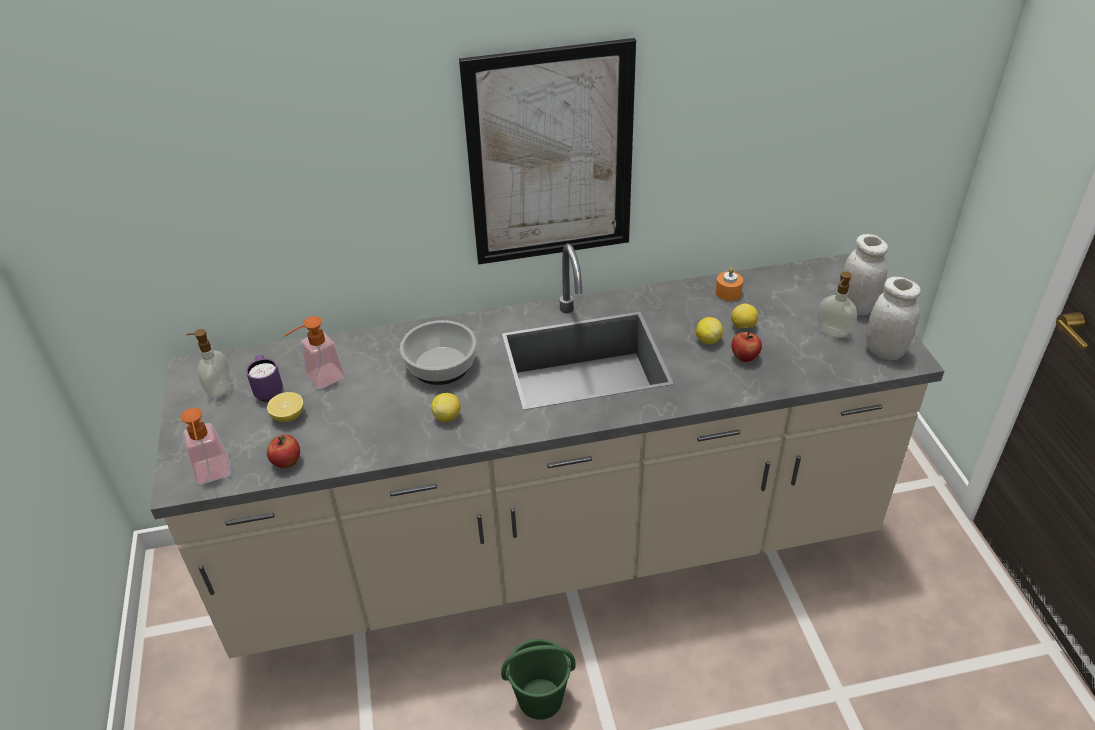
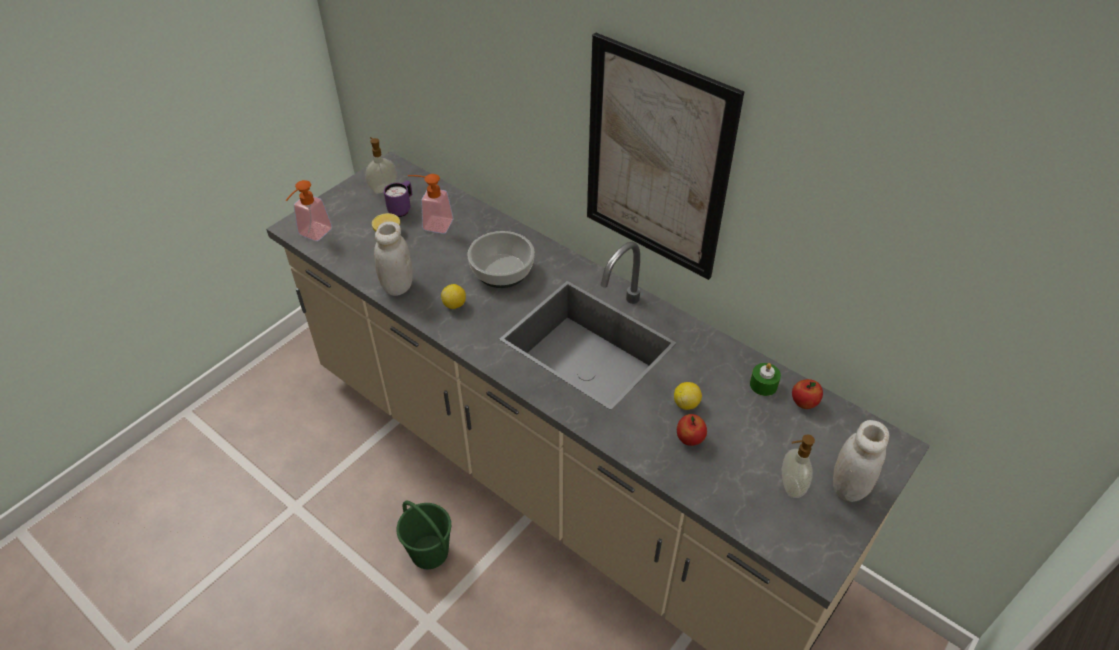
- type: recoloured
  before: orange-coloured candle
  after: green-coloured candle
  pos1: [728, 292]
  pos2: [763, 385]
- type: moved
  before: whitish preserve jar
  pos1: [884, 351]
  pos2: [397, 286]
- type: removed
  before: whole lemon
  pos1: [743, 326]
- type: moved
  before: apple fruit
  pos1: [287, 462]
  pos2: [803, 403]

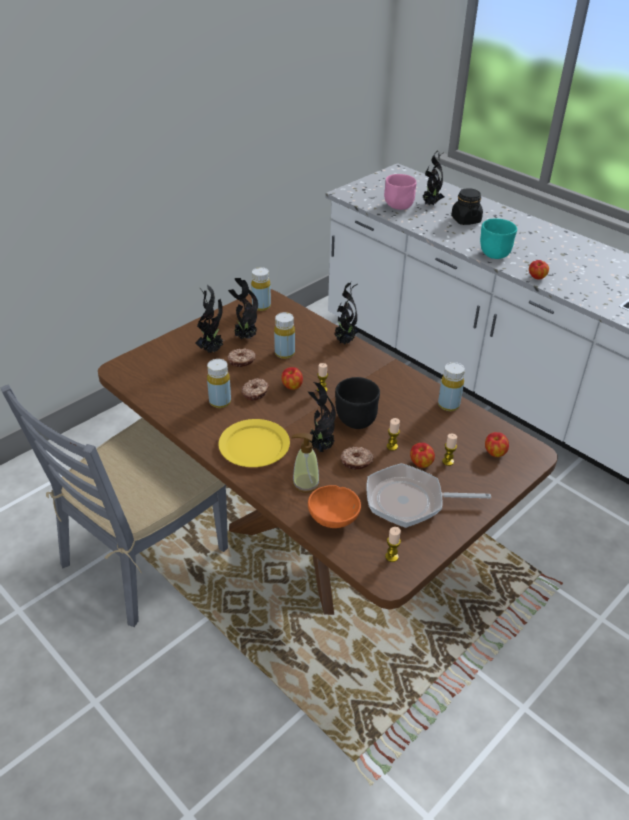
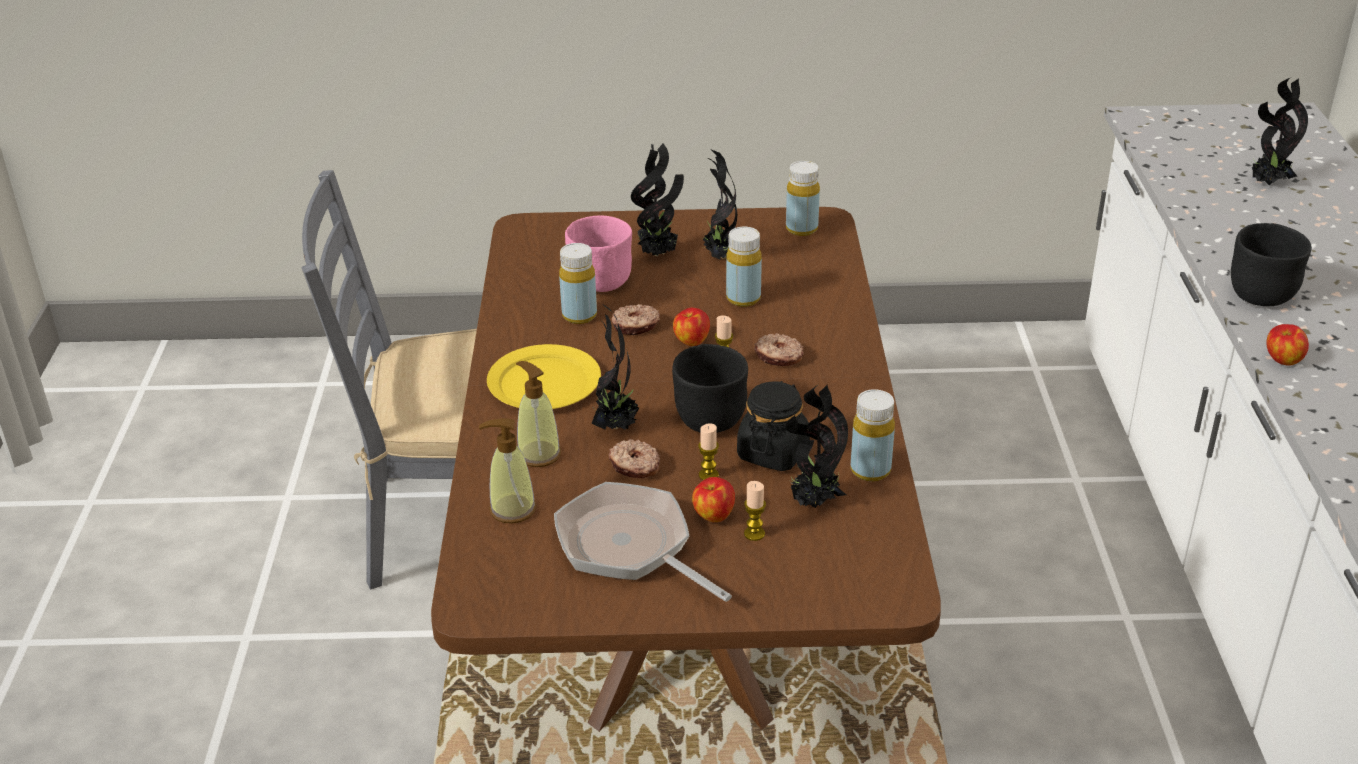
- type: moved
  before: pink bowl
  pos1: [398, 207]
  pos2: [600, 283]
- type: moved
  before: black preserve jar
  pos1: [465, 220]
  pos2: [773, 452]
- type: recoloured
  before: blue-green bowl
  after: black bowl
  pos1: [494, 254]
  pos2: [1259, 296]
- type: moved
  before: potted plant
  pos1: [345, 342]
  pos2: [813, 502]
- type: moved
  before: doughnut
  pos1: [241, 361]
  pos2: [779, 357]
- type: removed
  before: apple fruit
  pos1: [494, 453]
- type: replaced
  before: orange-coloured bowl
  after: soap bottle
  pos1: [334, 518]
  pos2: [512, 509]
- type: removed
  before: candle
  pos1: [391, 556]

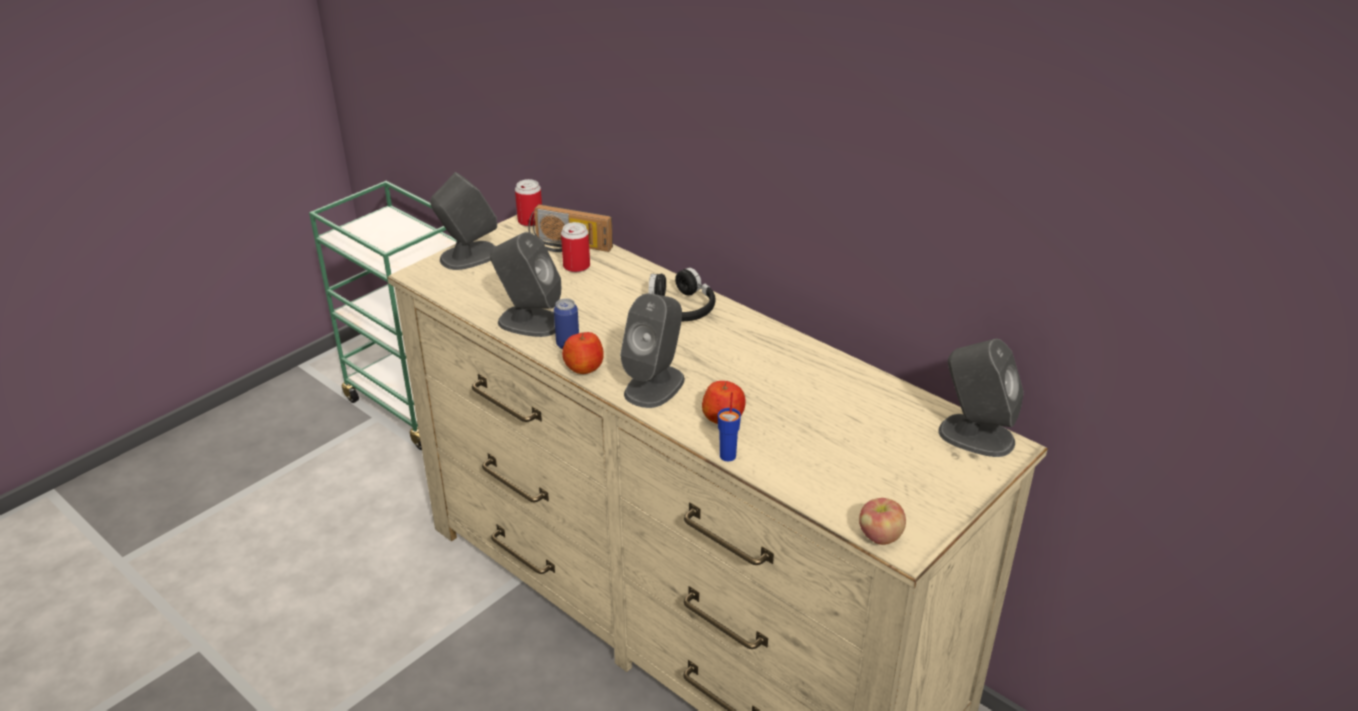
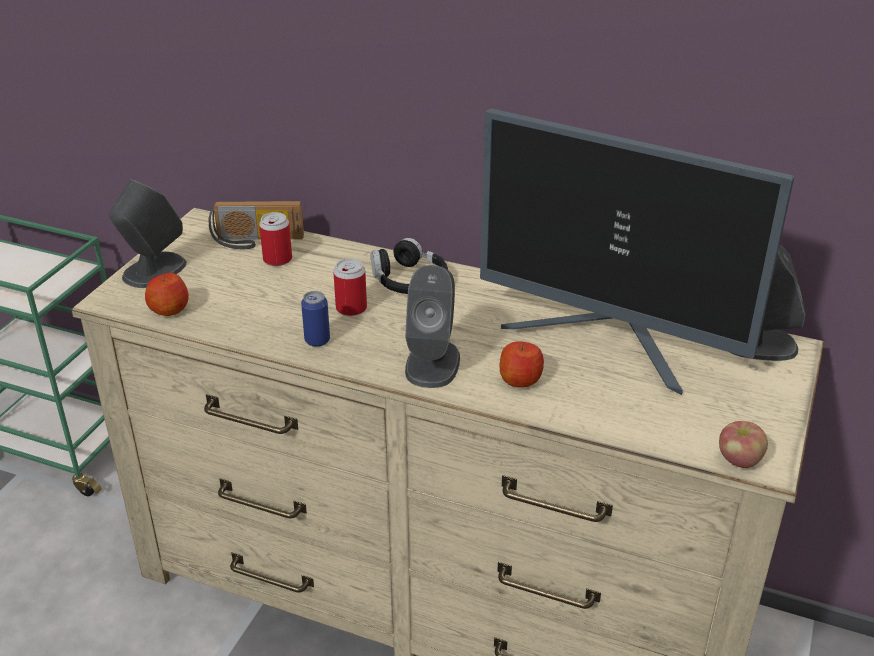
- type: moved
  before: sealed can
  pos1: [530, 221]
  pos2: [351, 308]
- type: removed
  before: greyish speaker
  pos1: [529, 322]
- type: moved
  before: apple fruit
  pos1: [584, 367]
  pos2: [169, 309]
- type: removed
  before: blue drinking cup
  pos1: [728, 455]
- type: added
  after: computer screen
  pos2: [610, 342]

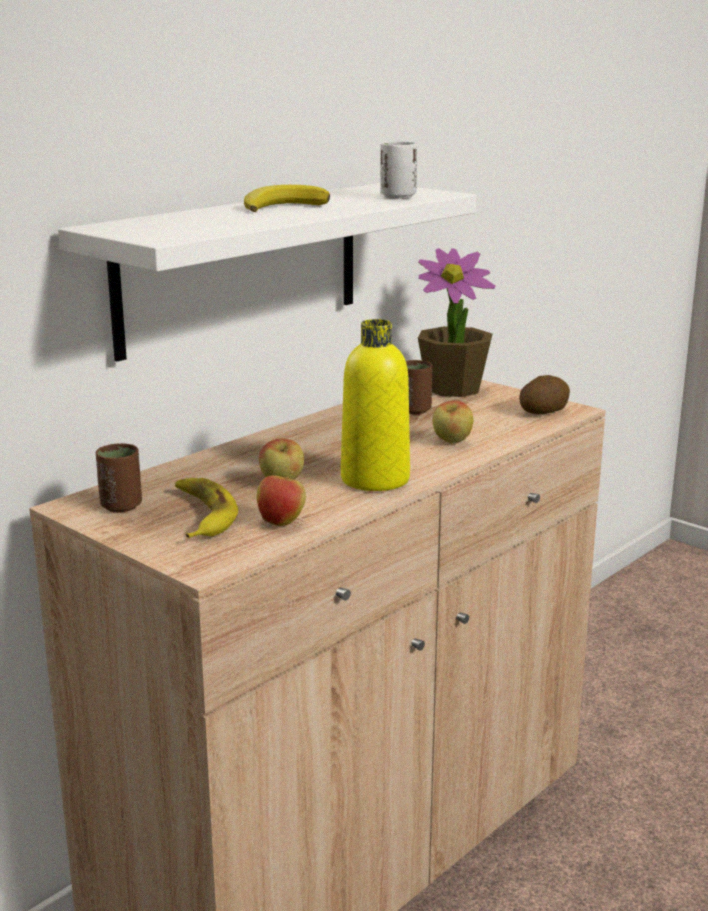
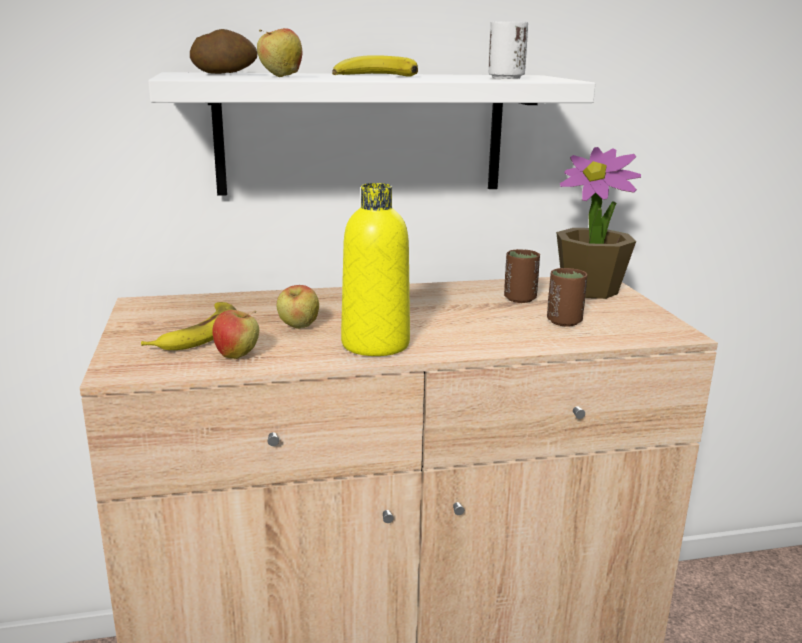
- type: moved
  before: potato
  pos1: [544, 411]
  pos2: [225, 74]
- type: moved
  before: apple fruit
  pos1: [452, 442]
  pos2: [280, 77]
- type: moved
  before: brown-coloured drinking cup
  pos1: [121, 506]
  pos2: [564, 321]

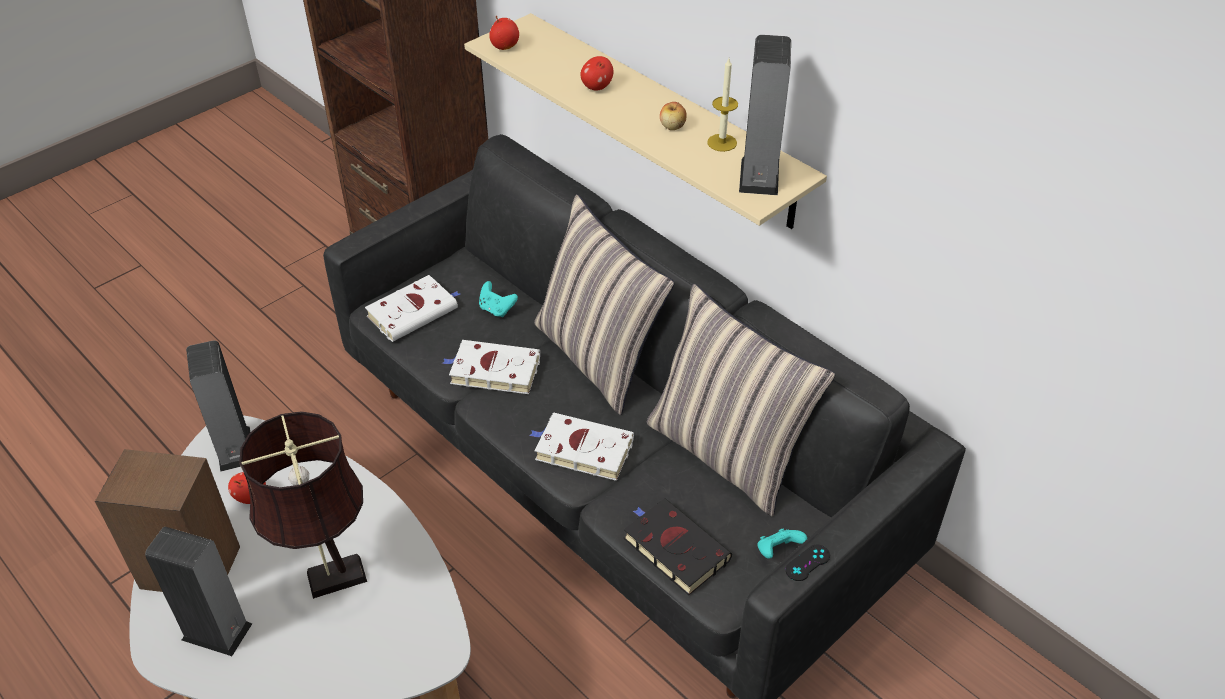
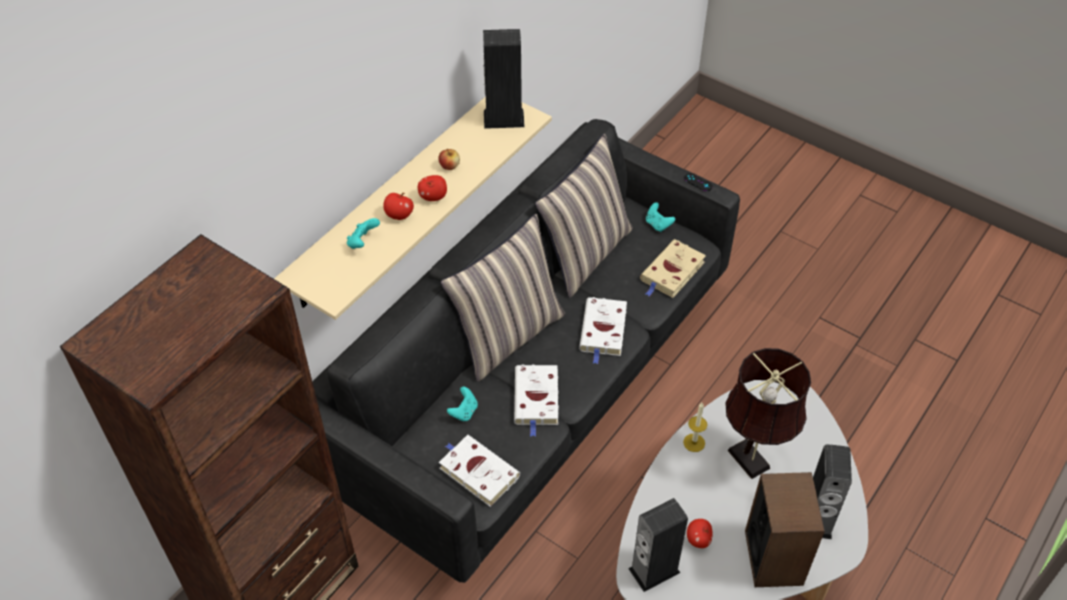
- type: moved
  before: apple fruit
  pos1: [505, 47]
  pos2: [433, 197]
- type: moved
  before: candle
  pos1: [722, 142]
  pos2: [694, 442]
- type: recoloured
  before: black book
  after: beige-coloured book
  pos1: [673, 548]
  pos2: [671, 273]
- type: added
  after: blue-green joypad
  pos2: [363, 242]

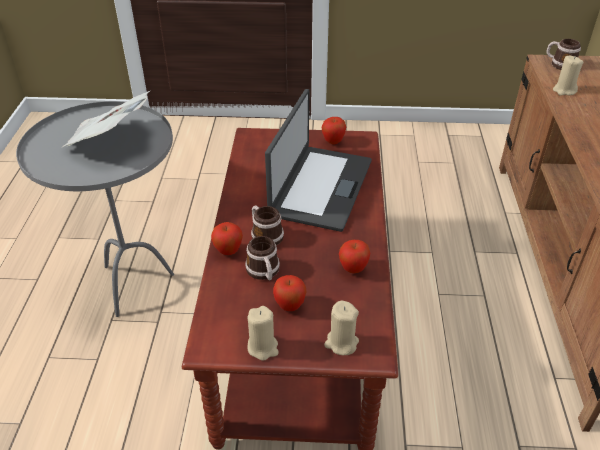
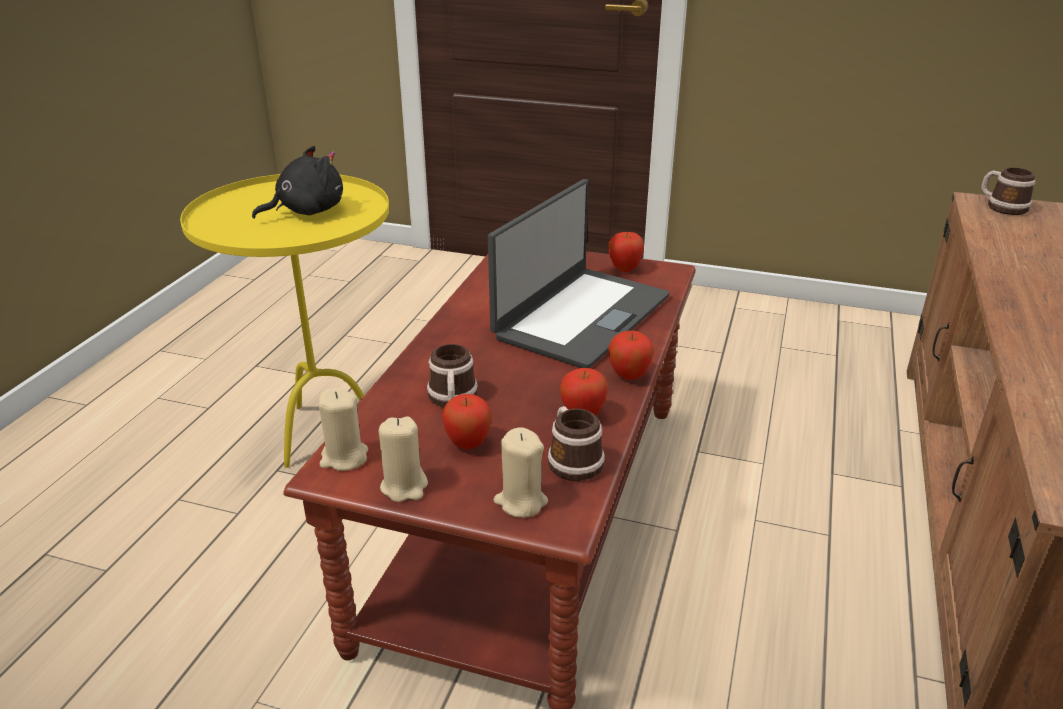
- type: moved
  before: beige-coloured candle
  pos1: [564, 90]
  pos2: [344, 458]
- type: replaced
  before: newspaper
  after: black soft toy
  pos1: [110, 140]
  pos2: [306, 211]
- type: recoloured
  before: greyish end table
  after: yellow-coloured end table
  pos1: [132, 285]
  pos2: [321, 433]
- type: moved
  before: mug
  pos1: [264, 234]
  pos2: [572, 460]
- type: moved
  before: apple fruit
  pos1: [228, 251]
  pos2: [629, 376]

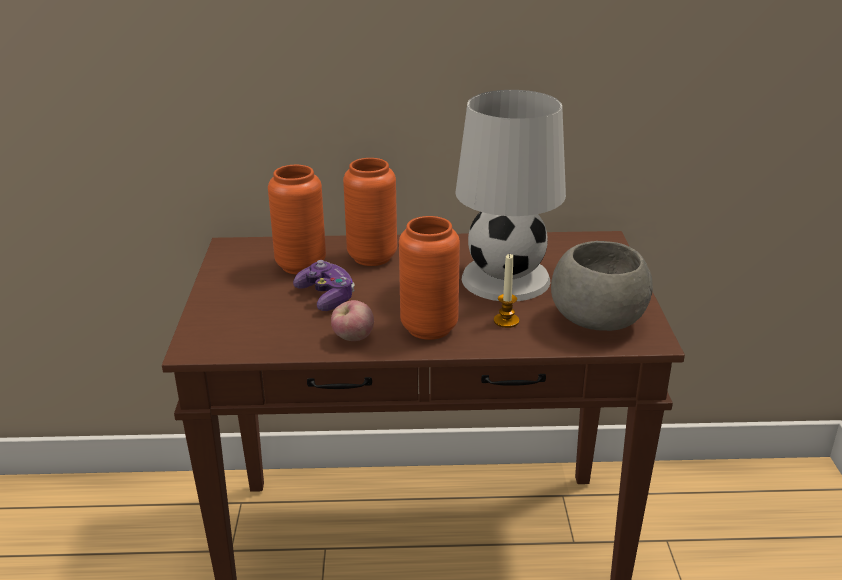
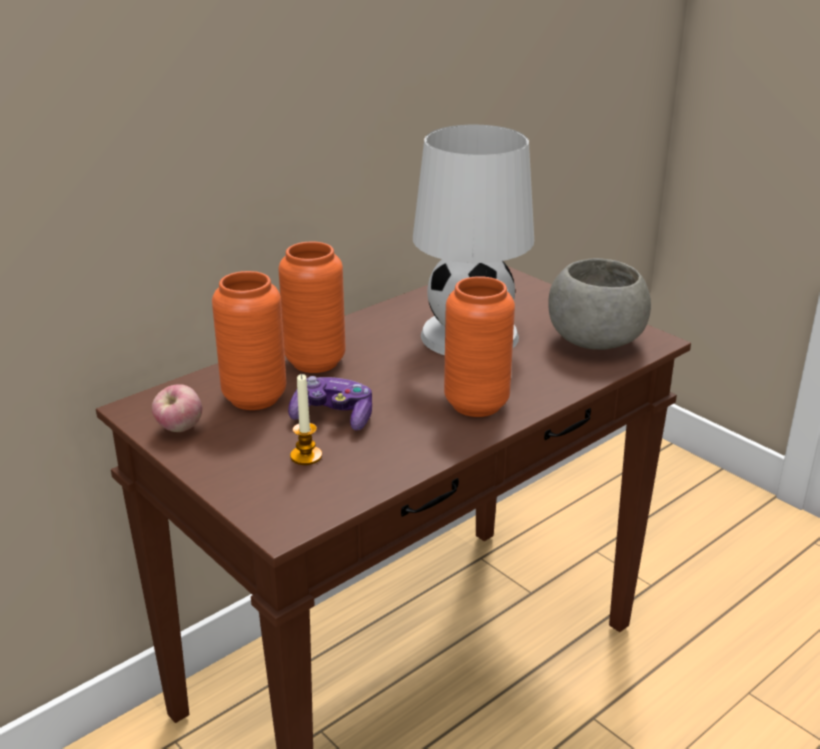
- type: moved
  before: candle
  pos1: [506, 321]
  pos2: [306, 456]
- type: moved
  before: apple fruit
  pos1: [353, 338]
  pos2: [180, 429]

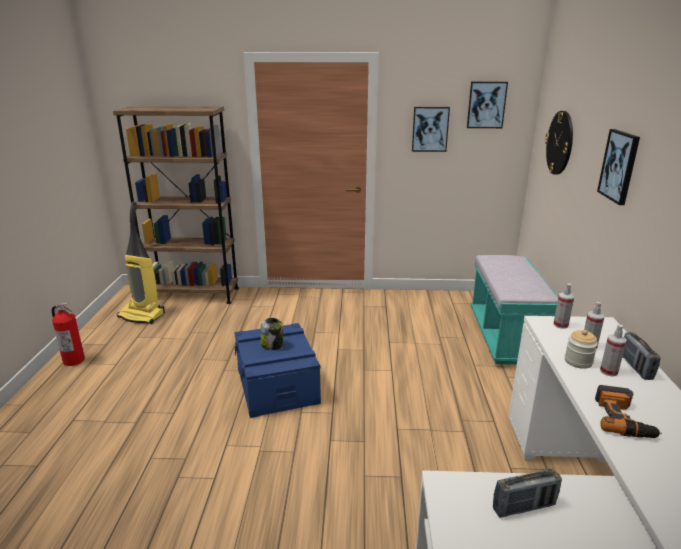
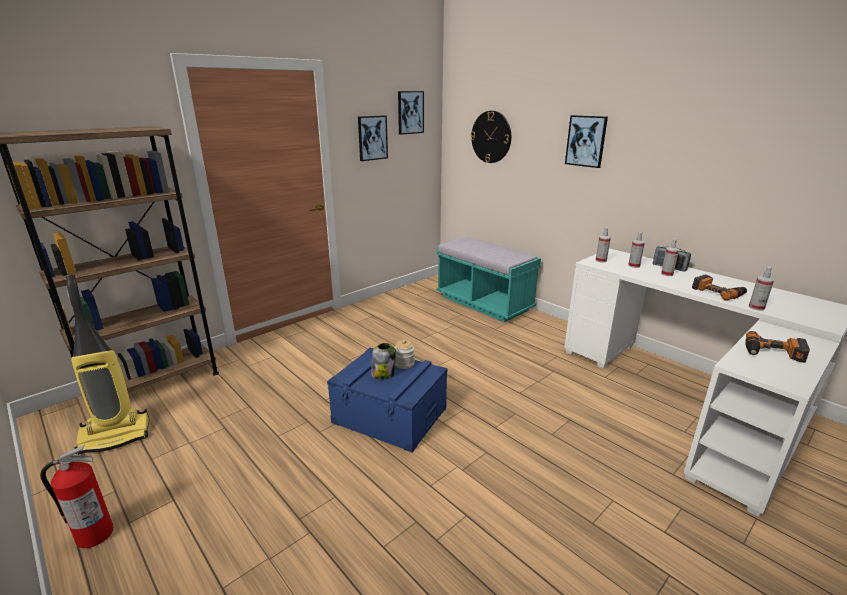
- type: moved
  before: preserve jar
  pos1: [578, 361]
  pos2: [404, 364]
- type: replaced
  before: radio set
  after: power drill
  pos1: [524, 507]
  pos2: [773, 353]
- type: added
  after: hand sprayer
  pos2: [756, 307]

